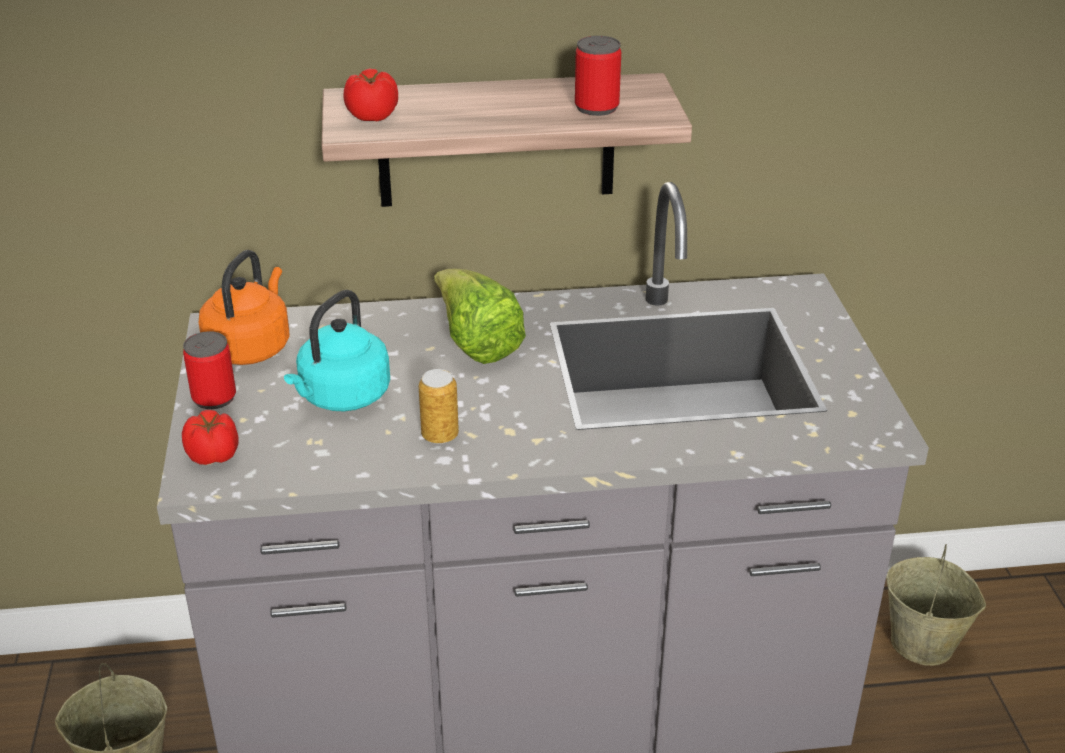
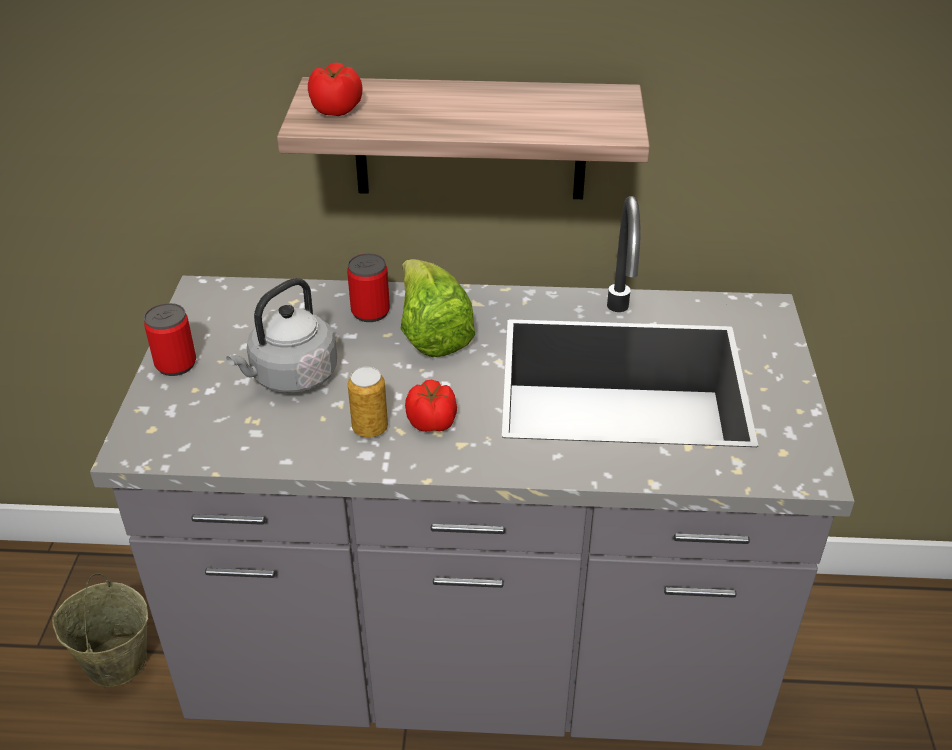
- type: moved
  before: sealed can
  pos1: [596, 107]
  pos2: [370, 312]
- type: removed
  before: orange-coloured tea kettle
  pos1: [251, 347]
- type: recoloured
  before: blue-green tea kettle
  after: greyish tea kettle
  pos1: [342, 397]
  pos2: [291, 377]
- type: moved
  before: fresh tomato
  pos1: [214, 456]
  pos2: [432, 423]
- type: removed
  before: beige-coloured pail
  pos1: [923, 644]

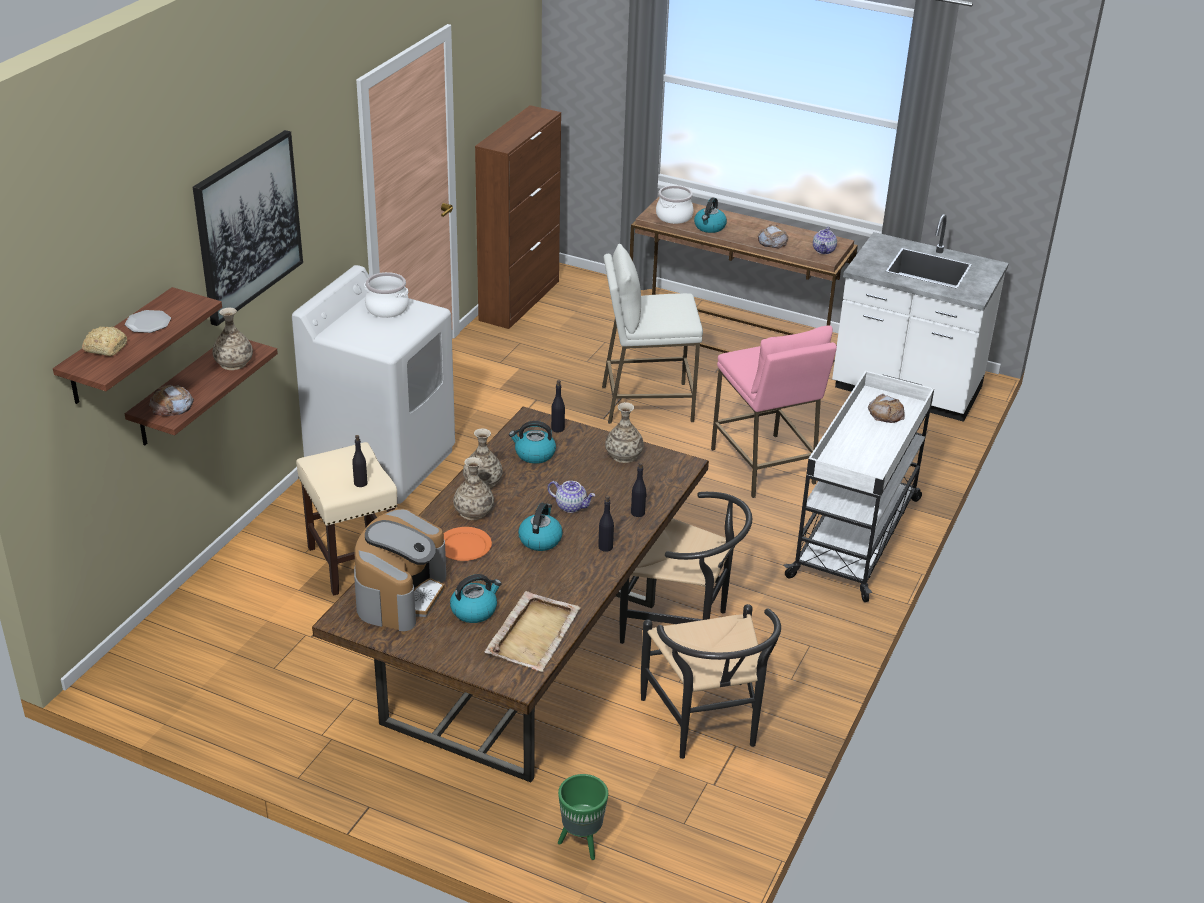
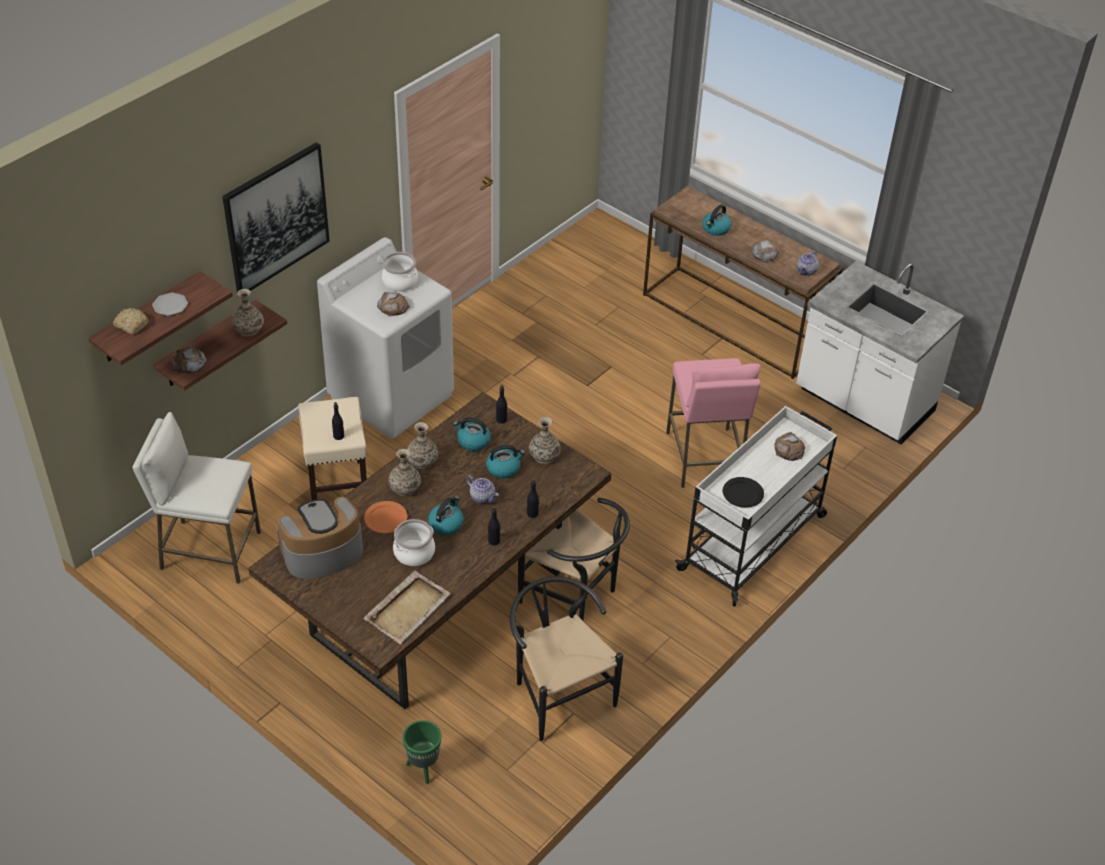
- type: removed
  before: brown-coloured cabinet
  pos1: [520, 300]
- type: moved
  before: cooking pot
  pos1: [673, 216]
  pos2: [414, 552]
- type: moved
  before: whitish stool
  pos1: [646, 403]
  pos2: [210, 551]
- type: turned
  before: coffee maker
  pos1: [400, 594]
  pos2: [322, 553]
  turn: -150
- type: moved
  before: tea kettle
  pos1: [474, 610]
  pos2: [504, 468]
- type: turned
  before: black chair
  pos1: [707, 726]
  pos2: [557, 691]
  turn: 150
- type: added
  after: bakery bread
  pos2: [393, 307]
- type: added
  after: black flat dish
  pos2: [742, 493]

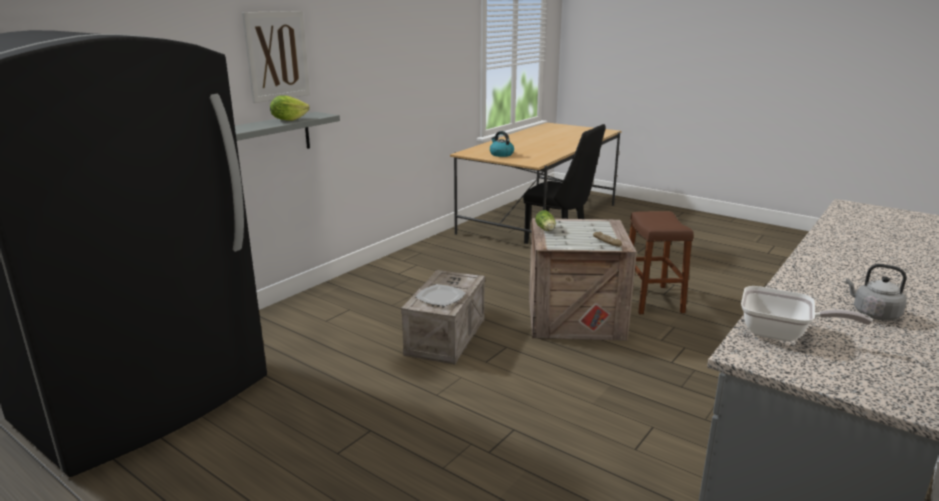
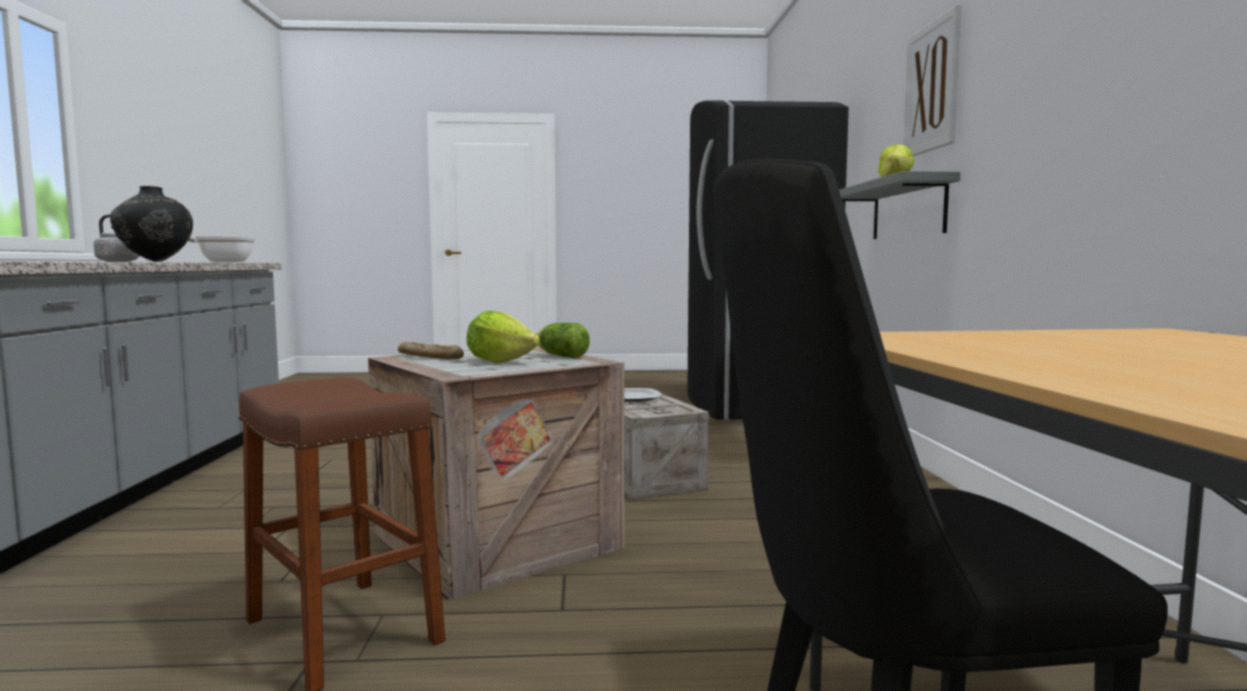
- type: removed
  before: tea kettle
  pos1: [501, 154]
- type: added
  after: black flower vase
  pos2: [155, 261]
- type: added
  after: lettuce head
  pos2: [500, 361]

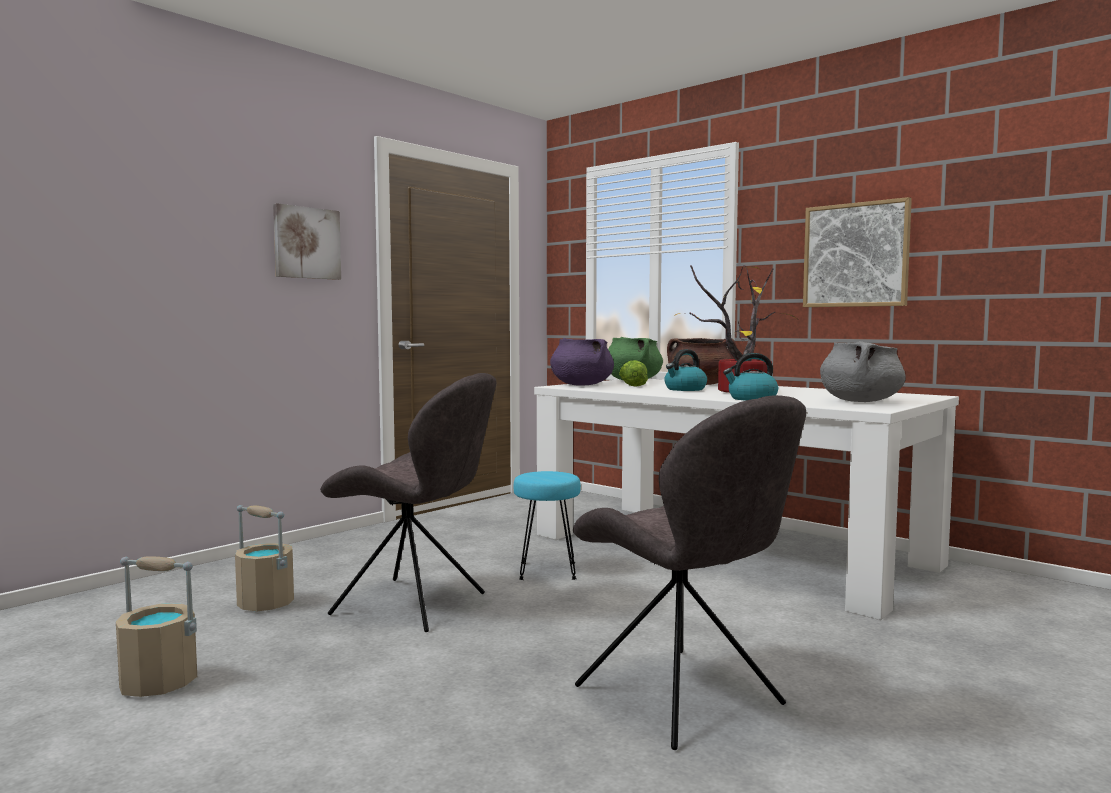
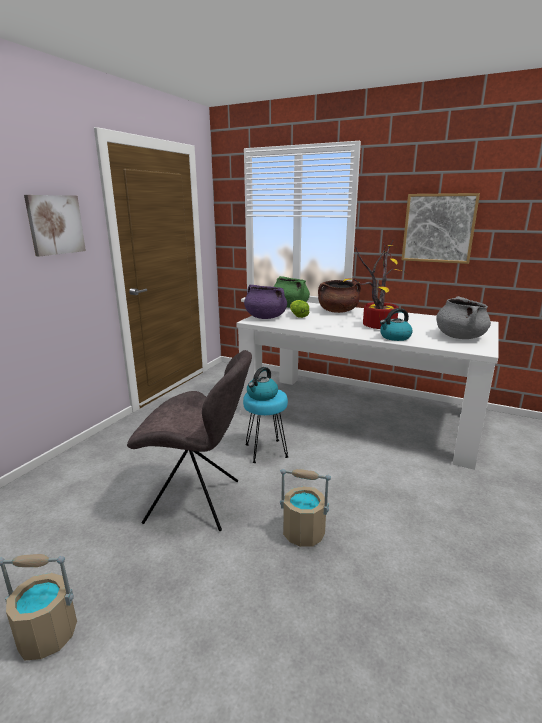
- type: moved
  before: tea kettle
  pos1: [685, 389]
  pos2: [262, 396]
- type: removed
  before: greyish chair
  pos1: [683, 699]
- type: moved
  before: beige-coloured pail
  pos1: [265, 603]
  pos2: [303, 533]

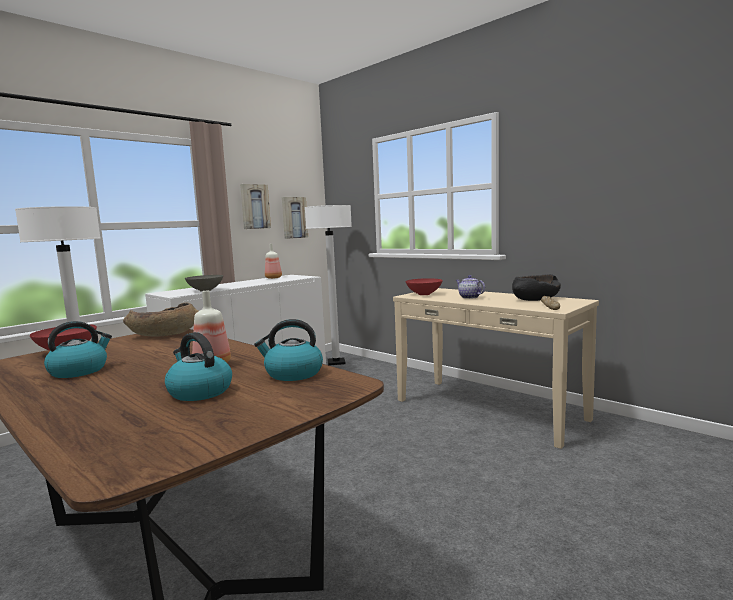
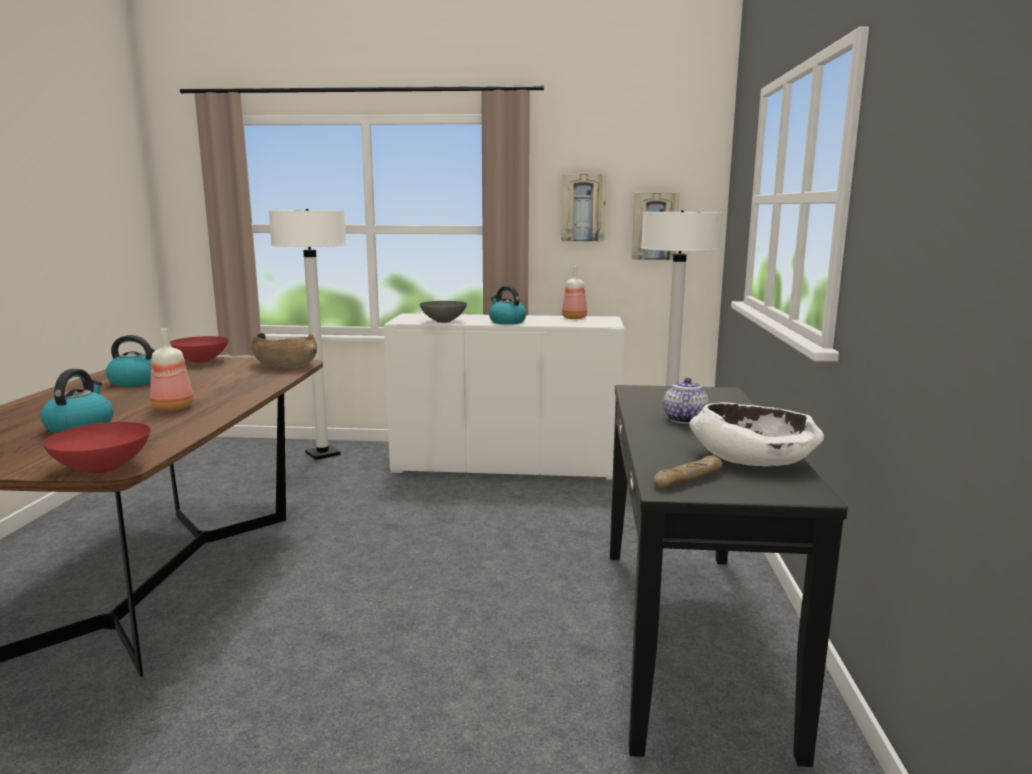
- type: recoloured
  before: black bowl
  after: whitish bowl
  pos1: [535, 299]
  pos2: [752, 459]
- type: moved
  before: reddish bowl
  pos1: [424, 294]
  pos2: [104, 469]
- type: recoloured
  before: beige-coloured console table
  after: black console table
  pos1: [488, 409]
  pos2: [689, 637]
- type: moved
  before: tea kettle
  pos1: [293, 374]
  pos2: [506, 322]

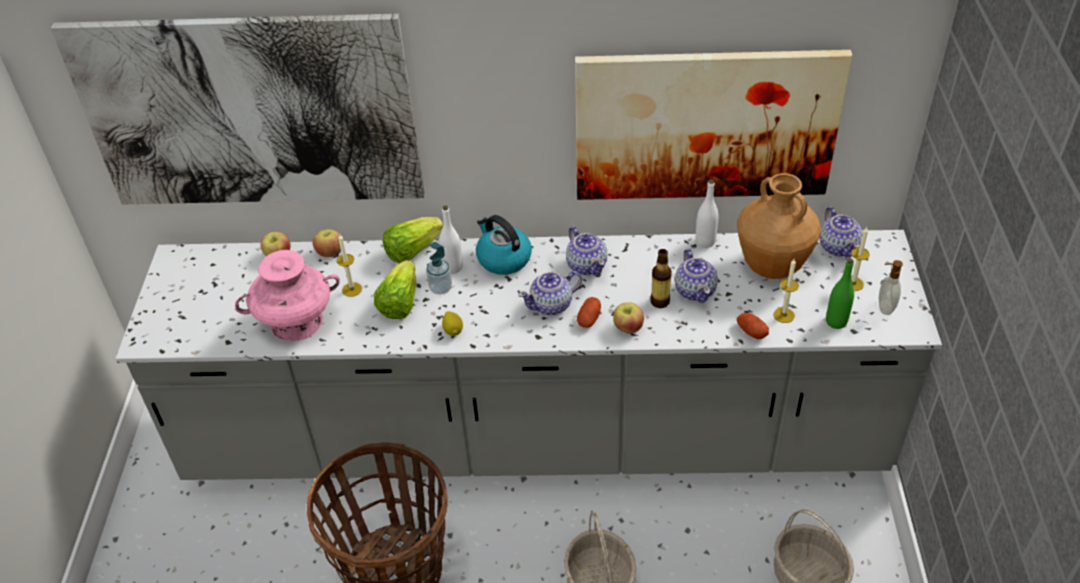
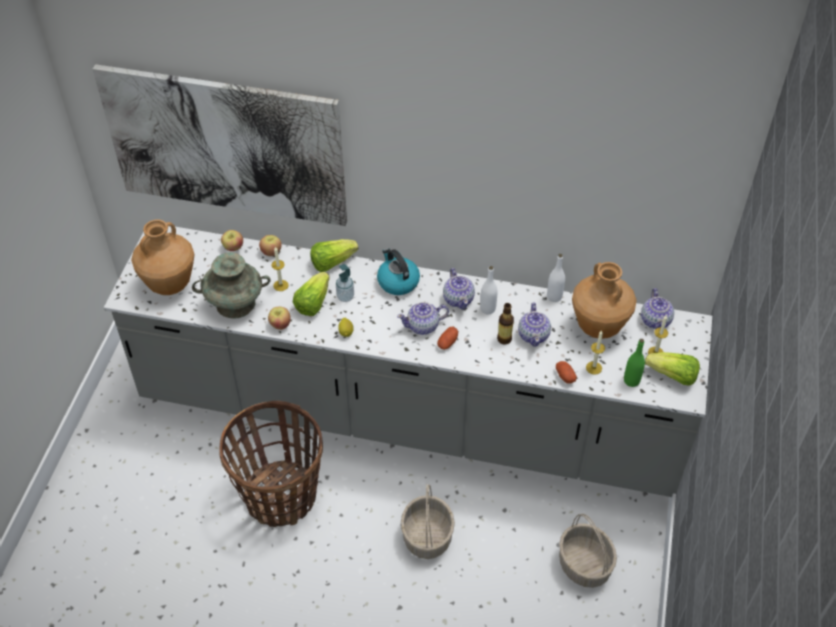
- type: removed
  before: wall picture
  pos1: [705, 125]
- type: moved
  before: whitish bottle
  pos1: [453, 267]
  pos2: [487, 309]
- type: recoloured
  before: pink flower vase
  after: blue-green flower vase
  pos1: [296, 322]
  pos2: [235, 304]
- type: replaced
  before: soap bottle
  after: lettuce head
  pos1: [884, 307]
  pos2: [672, 376]
- type: moved
  before: apple fruit
  pos1: [628, 328]
  pos2: [280, 325]
- type: added
  after: brown-coloured flower vase
  pos2: [170, 284]

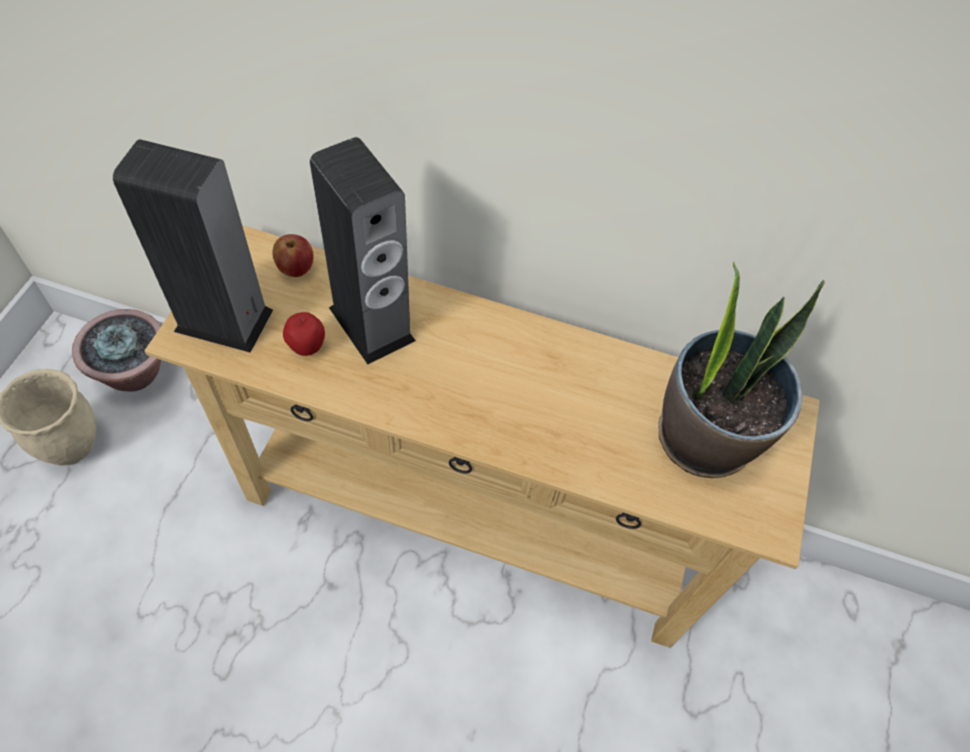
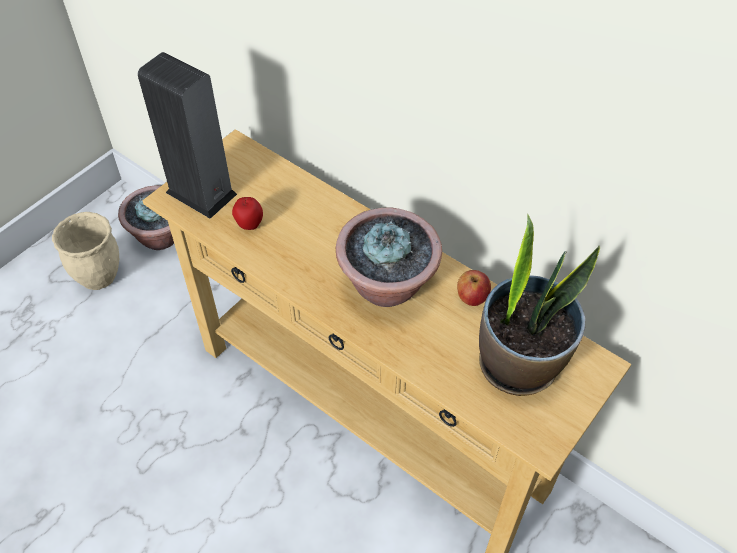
- type: removed
  before: speaker
  pos1: [371, 324]
- type: moved
  before: apple fruit
  pos1: [296, 269]
  pos2: [472, 298]
- type: added
  after: potted plant
  pos2: [388, 286]

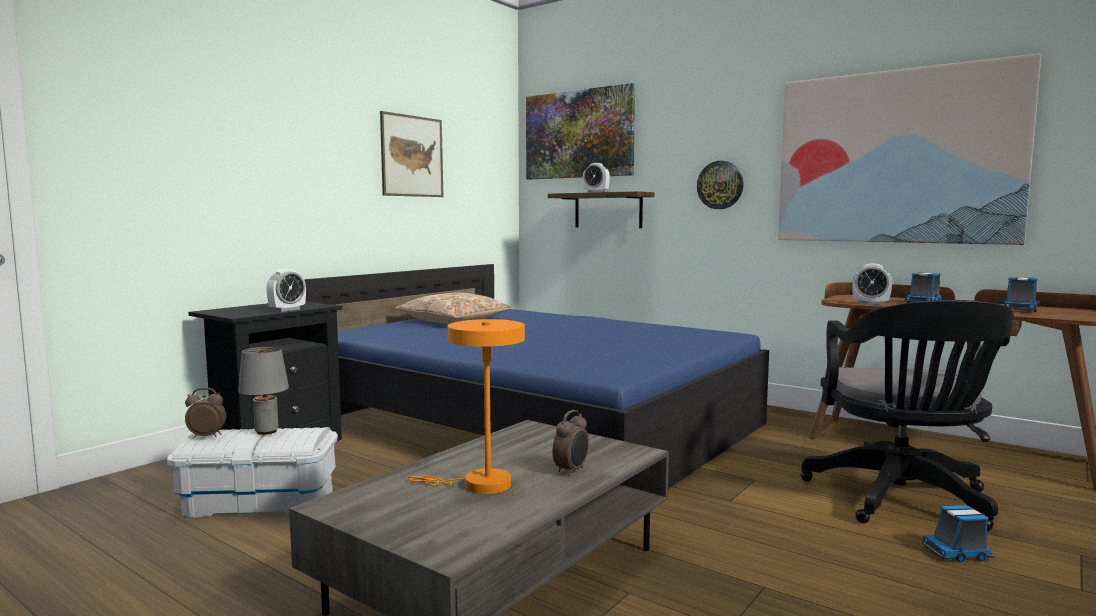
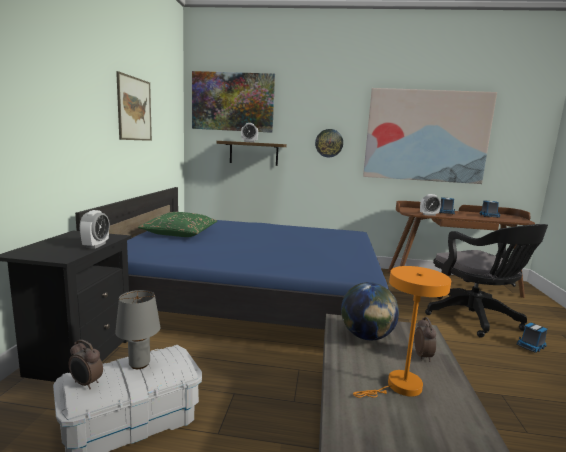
- type: recoloured
  before: beige-coloured cushion
  after: green-coloured cushion
  pos1: [454, 321]
  pos2: [180, 233]
- type: turned
  before: bedside clock
  pos1: [207, 436]
  pos2: [86, 384]
  turn: -120
- type: added
  after: desk globe
  pos2: [366, 337]

